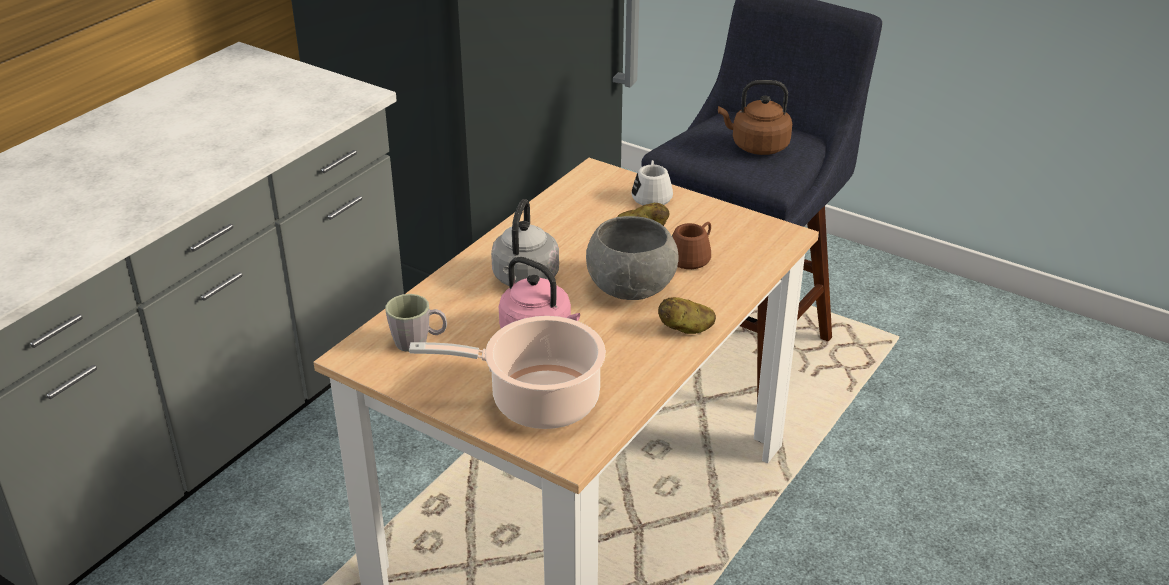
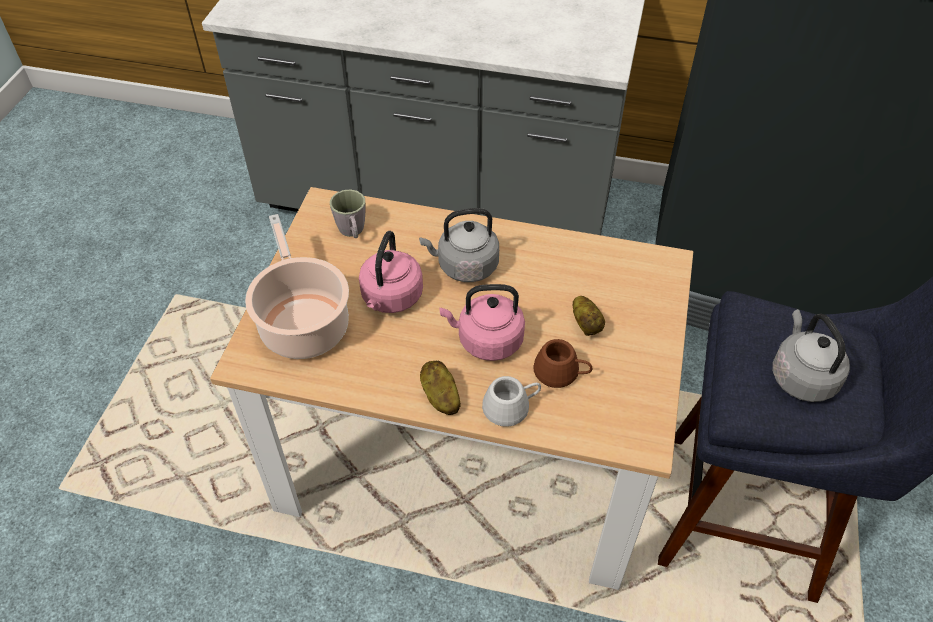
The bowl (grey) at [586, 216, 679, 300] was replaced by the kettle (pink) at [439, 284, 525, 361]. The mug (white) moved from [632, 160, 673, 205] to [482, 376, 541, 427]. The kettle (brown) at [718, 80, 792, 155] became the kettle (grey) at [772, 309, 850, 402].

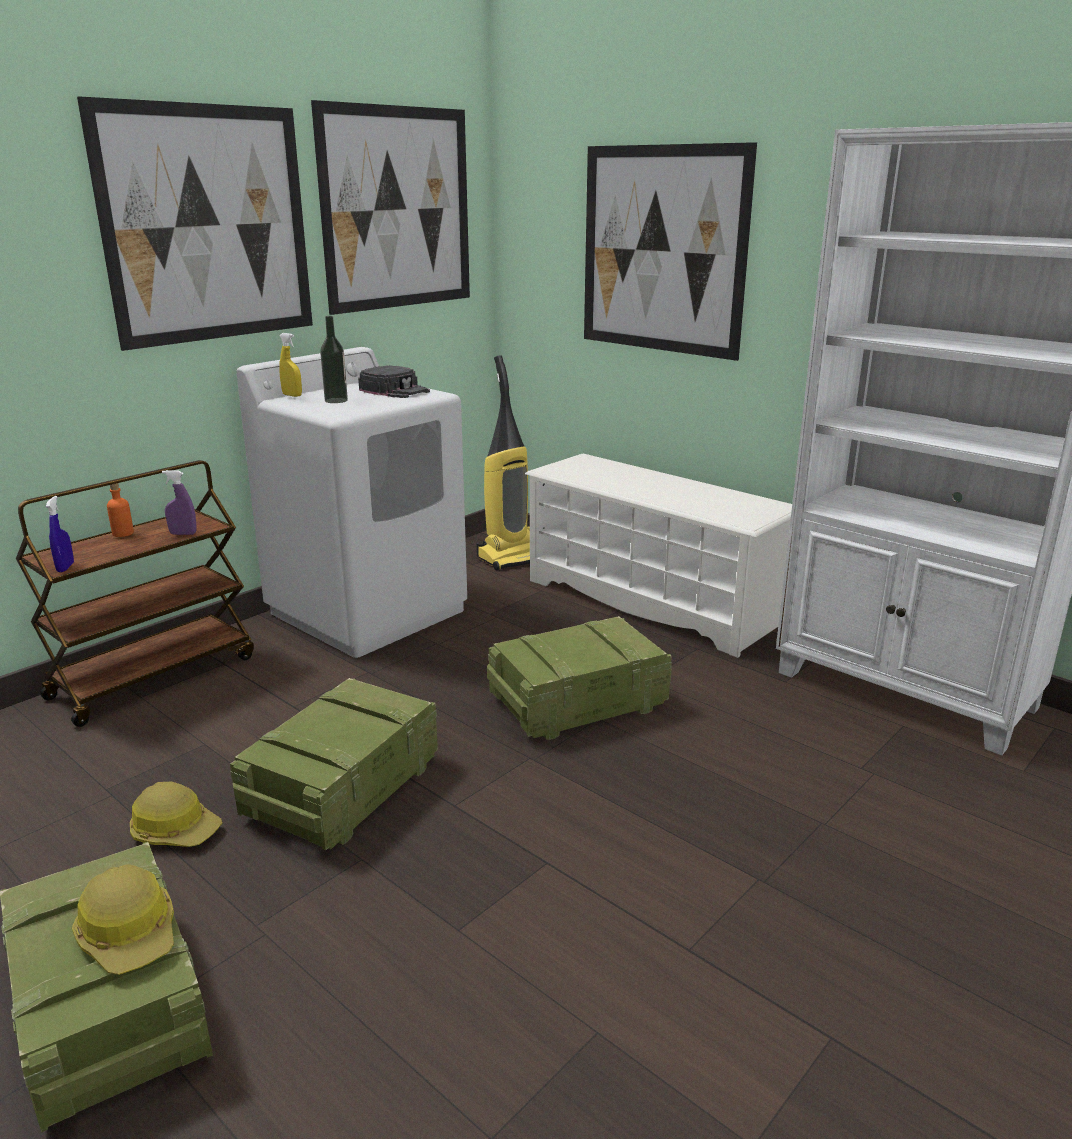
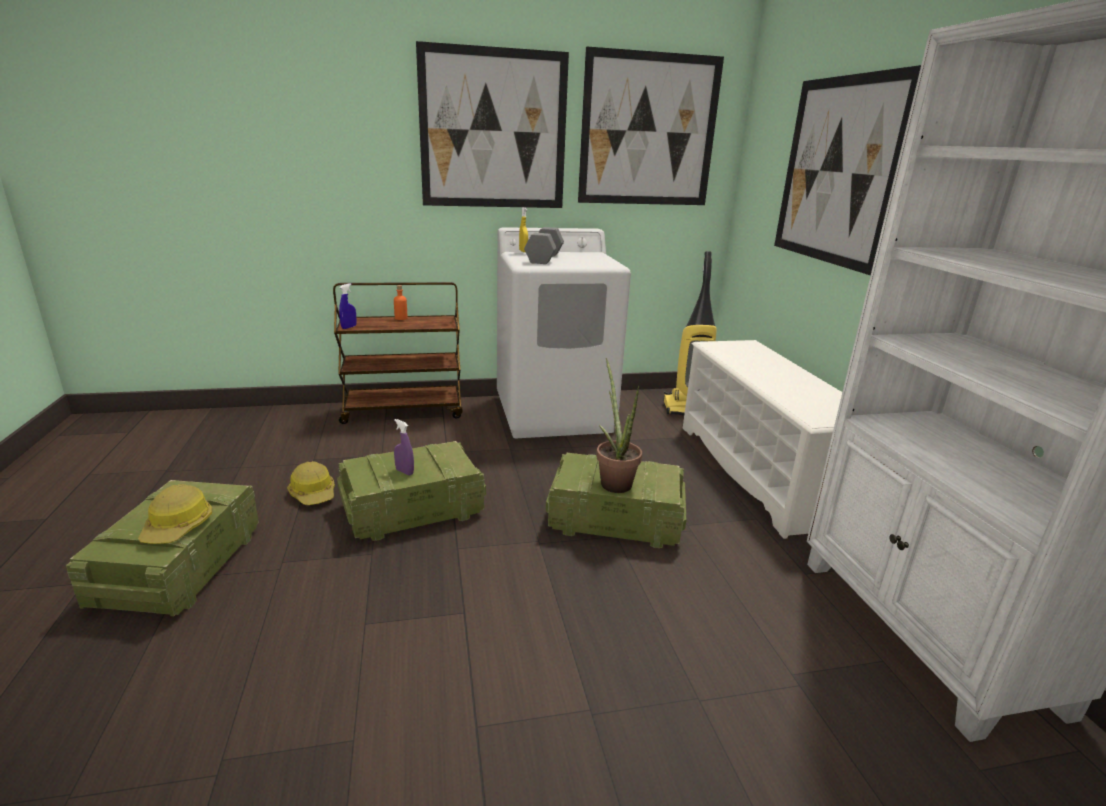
The spray bottle (purple) moved from [162, 470, 196, 535] to [394, 419, 414, 475]. The bottle at [320, 316, 348, 403] was replaced by the dumbbell (grey) at [524, 227, 564, 264]. The potted plant at [596, 358, 642, 493] appeared. The cap (black) at [358, 365, 430, 398] disappeared.

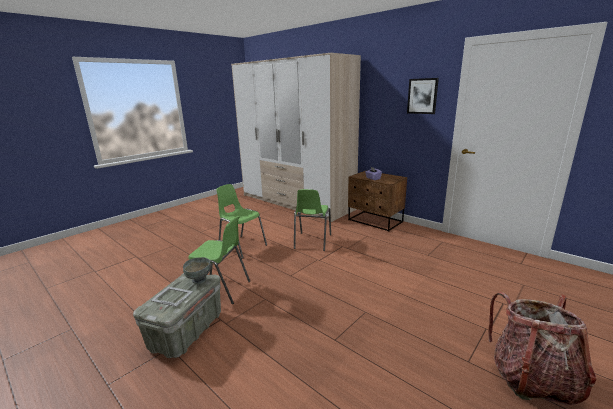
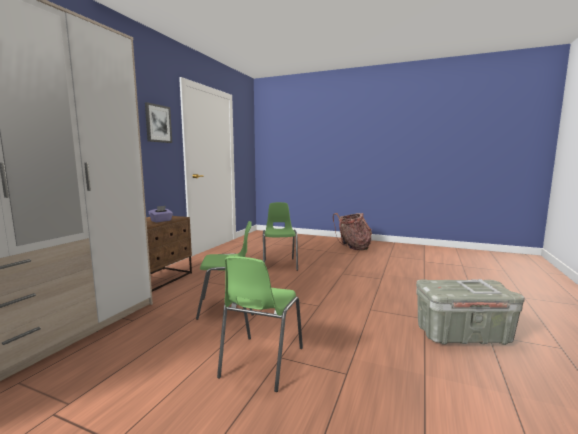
The chair (green) moved from [188, 216, 250, 304] to [263, 202, 298, 271]. The bowl (grey) at [183, 257, 211, 284] disappeared.

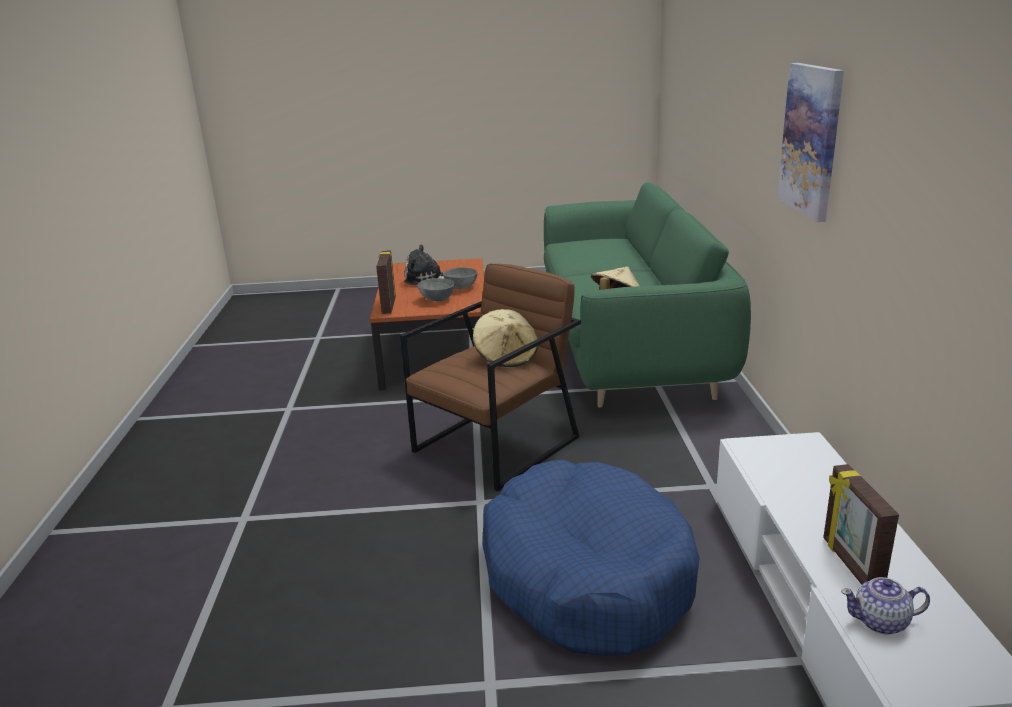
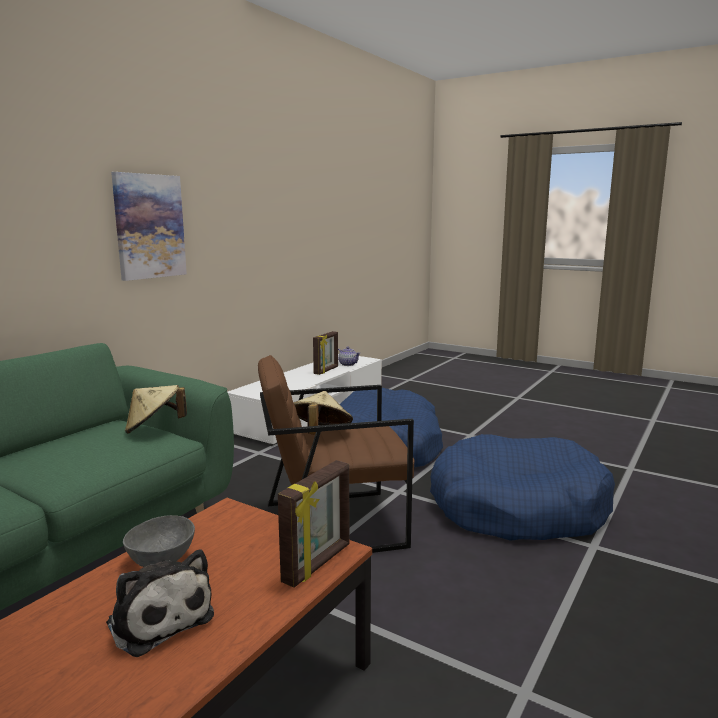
The dog bed (blue) at [430, 434, 615, 541] appeared. The bowl (grey) at [417, 278, 455, 301] disappeared.

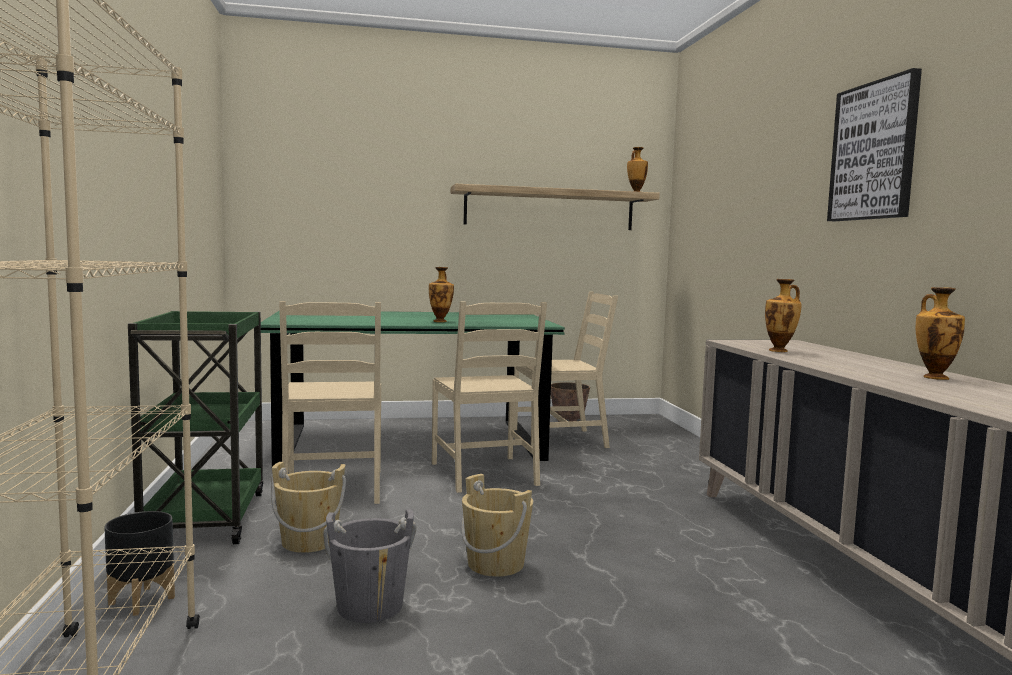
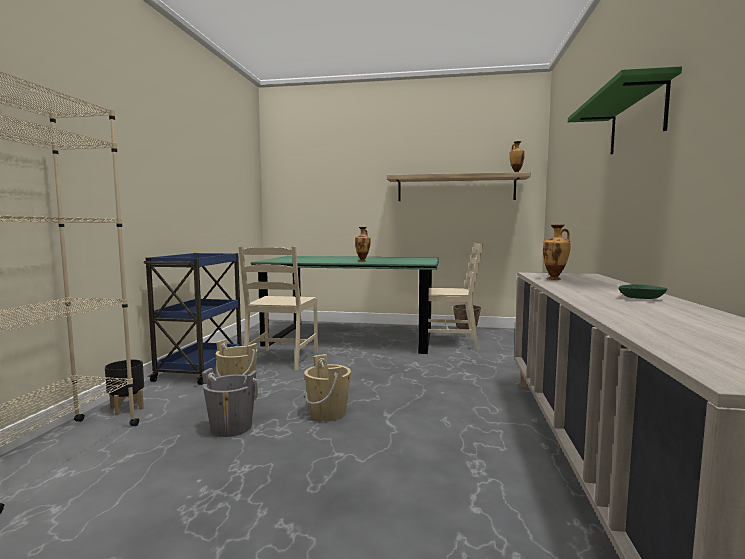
The cart (green) at [128, 311, 263, 544] became the cart (blue) at [144, 253, 242, 385]. The picture at [827, 68, 922, 221] was replaced by the shelf (green) at [568, 66, 682, 155]. The vase at [916, 287, 965, 380] was replaced by the bowl (green) at [618, 284, 667, 299]. The chair (beige) at [432, 302, 547, 493] disappeared.

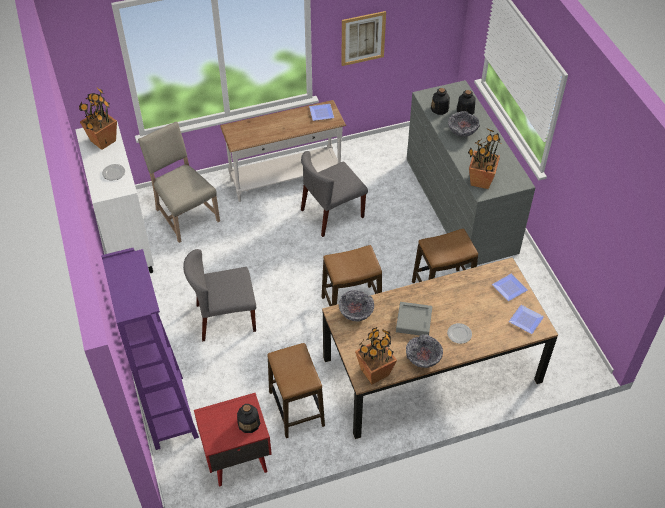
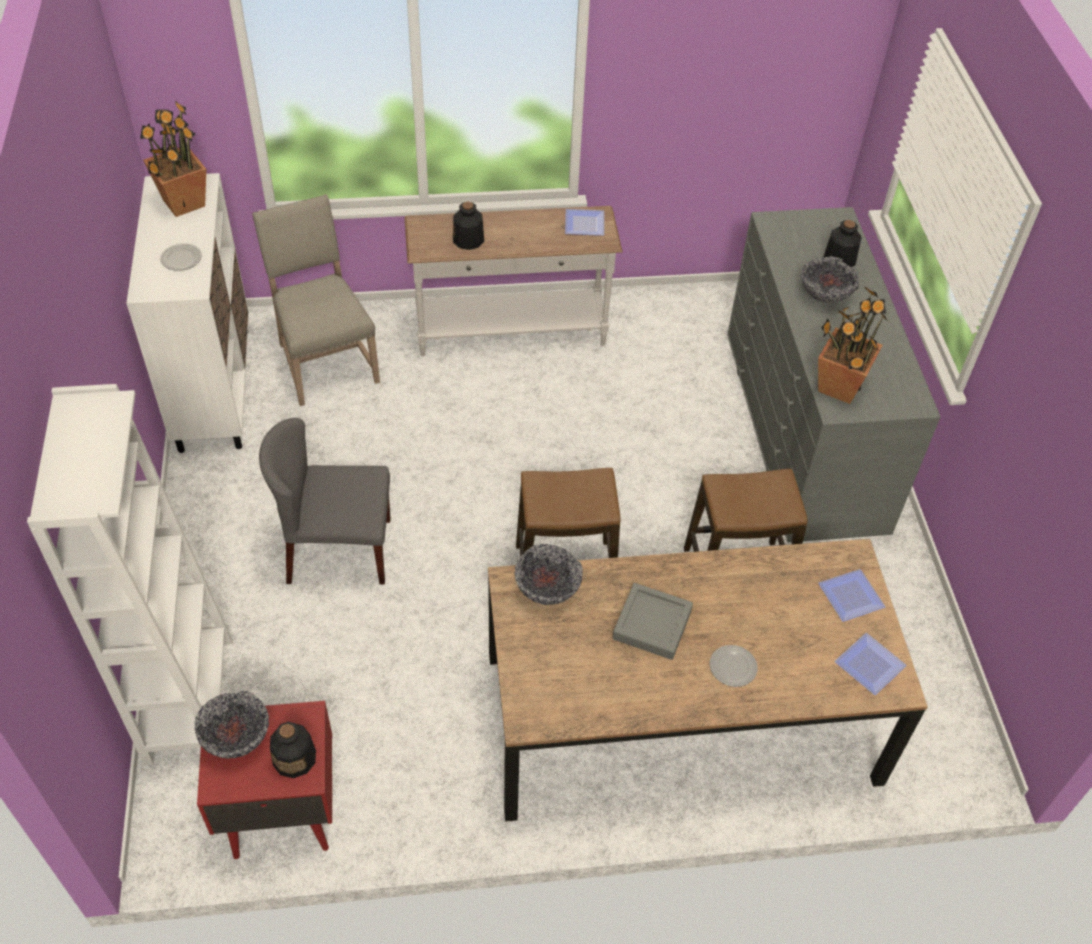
The bookcase (purple) at [101, 248, 199, 450] became the bookcase (white) at [27, 384, 233, 765]. The bowl moved from [406, 334, 443, 368] to [194, 690, 269, 759]. The bottle moved from [431, 88, 450, 115] to [453, 201, 484, 250]. The stool at [267, 343, 325, 438] disappeared. The chair (grey) at [301, 151, 368, 237] disappeared. The picture at [341, 11, 386, 66] disappeared. The potted plant at [355, 327, 397, 384] disappeared.

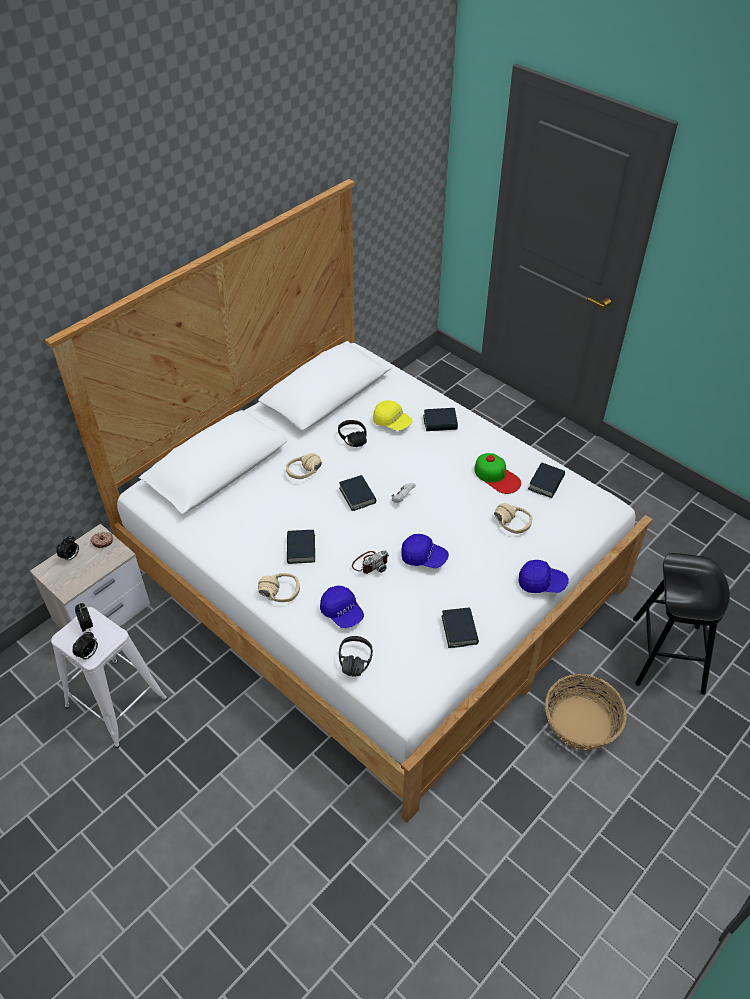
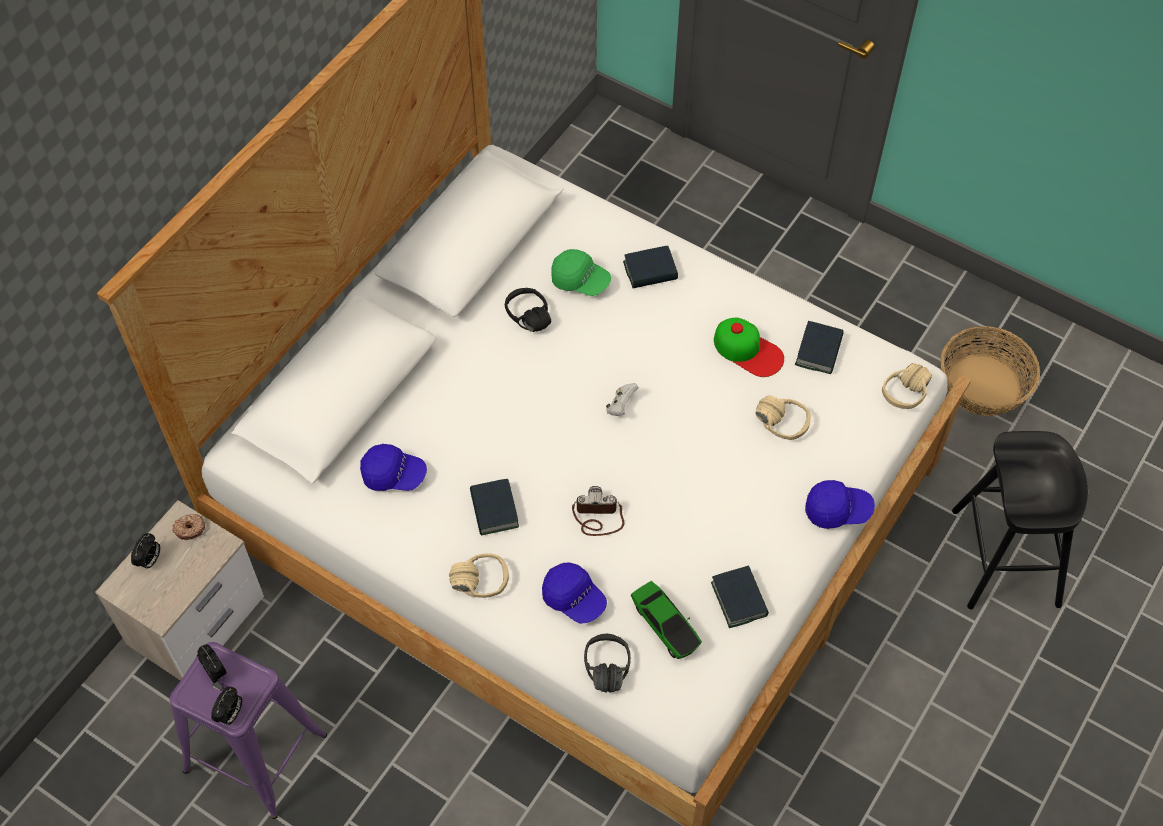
The stool (white) at [51, 607, 168, 748] became the stool (purple) at [170, 642, 327, 819]. The cap (blue) moved from [401, 534, 449, 568] to [360, 444, 427, 491]. The cap (yellow) at [373, 400, 412, 431] became the cap (green) at [552, 249, 611, 296]. The photo camera at [352, 550, 389, 574] turned 135 degrees counterclockwise. The toy car at [631, 581, 702, 659] appeared. The headphones (beige) moved from [286, 453, 322, 479] to [882, 363, 932, 409]. The basket moved from [545, 674, 627, 750] to [940, 326, 1040, 416]. The book at [339, 475, 376, 511] disappeared.

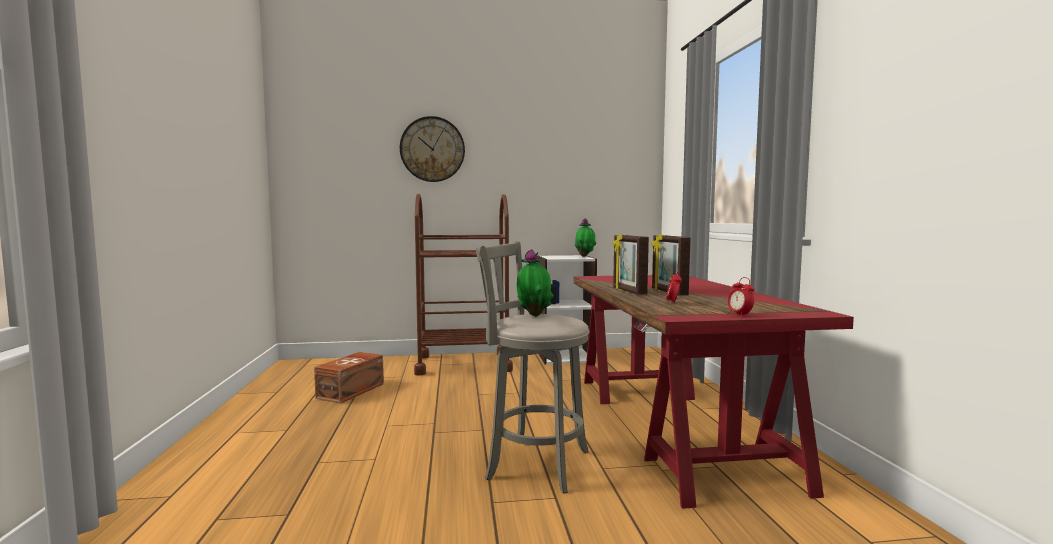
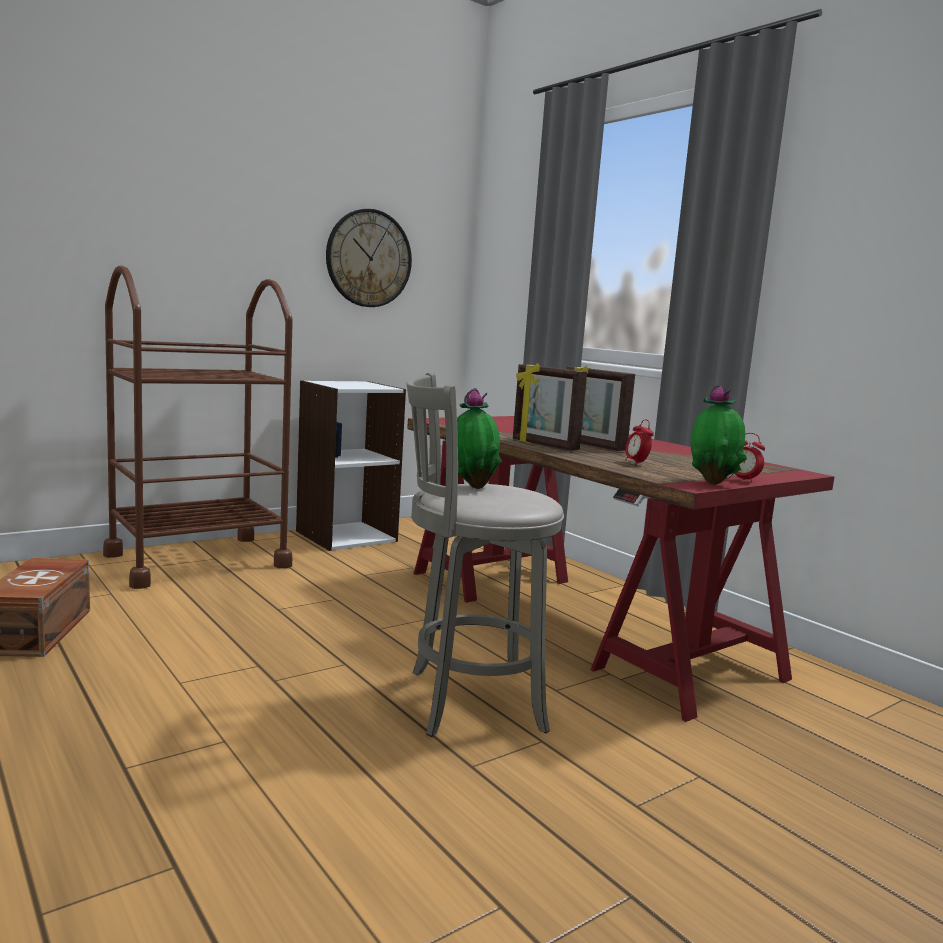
The wall clock moved from [400, 116, 465, 182] to [326, 209, 412, 307]. The potted plant moved from [574, 219, 596, 257] to [691, 384, 747, 484].

